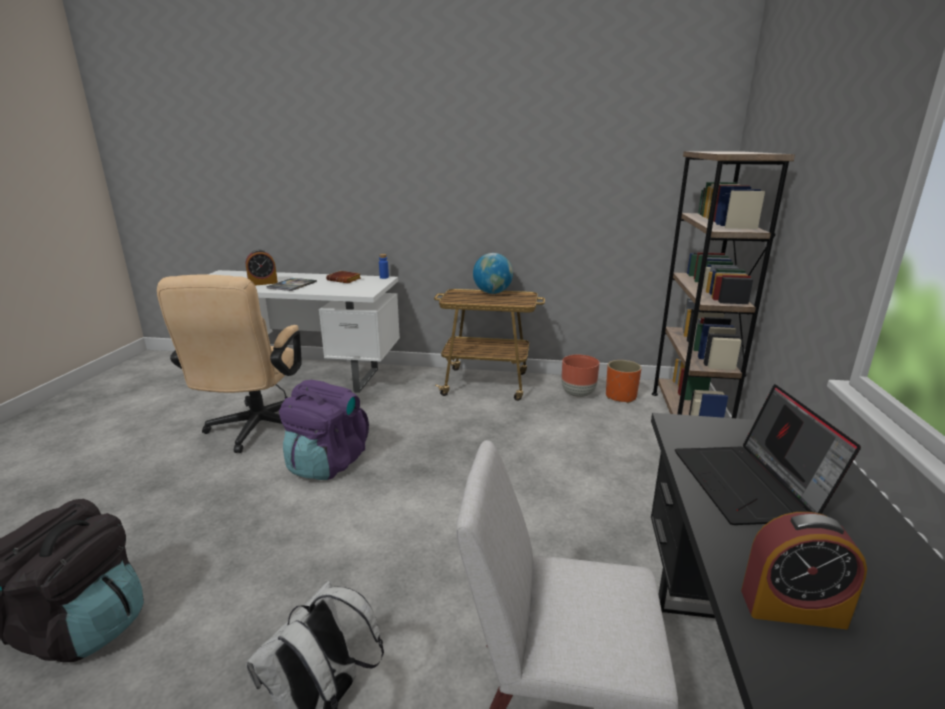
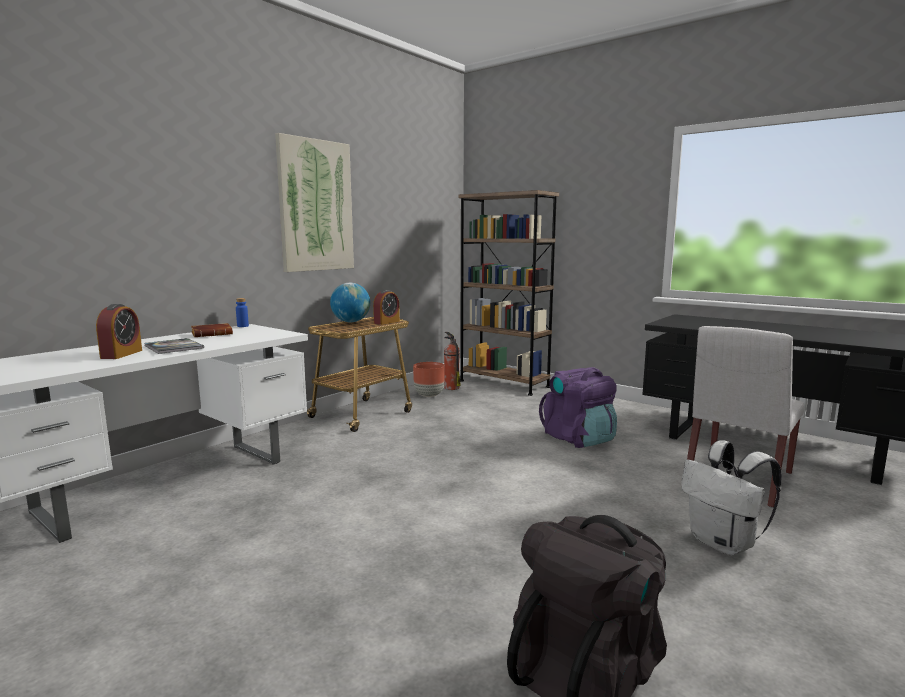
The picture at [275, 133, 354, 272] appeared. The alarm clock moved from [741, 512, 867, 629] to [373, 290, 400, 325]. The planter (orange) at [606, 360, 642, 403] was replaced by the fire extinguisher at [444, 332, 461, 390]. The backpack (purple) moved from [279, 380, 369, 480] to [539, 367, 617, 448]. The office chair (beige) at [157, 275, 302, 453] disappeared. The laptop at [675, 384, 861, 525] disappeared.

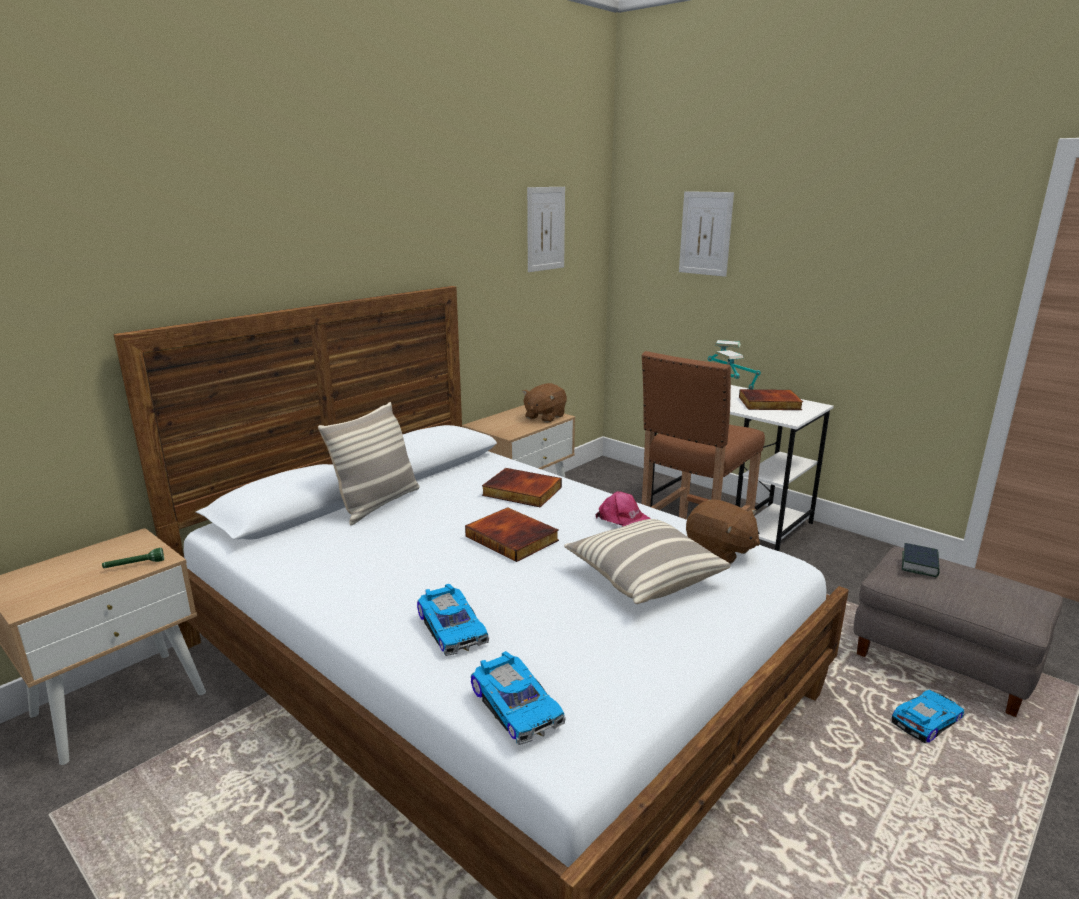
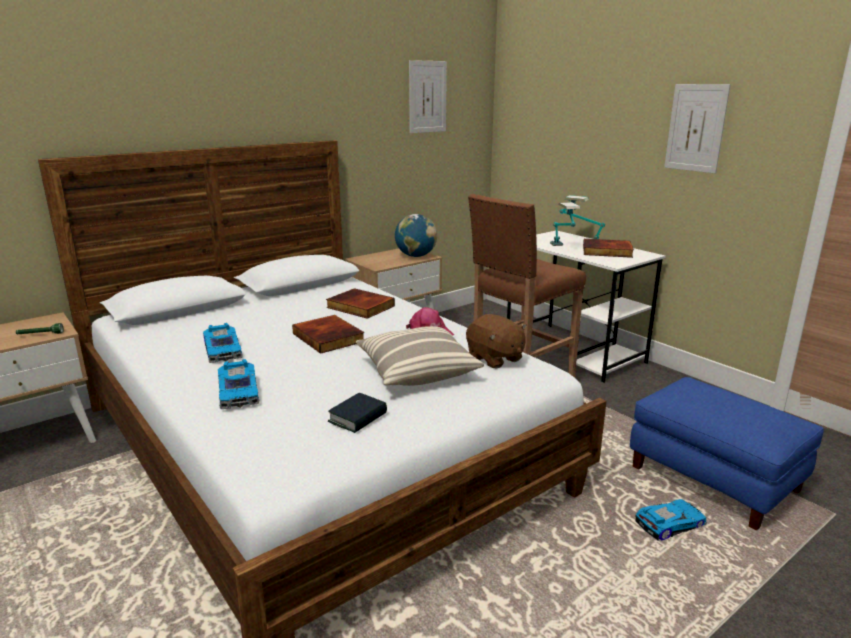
The toy car moved from [471, 651, 566, 745] to [203, 323, 243, 363]. The book moved from [902, 543, 940, 578] to [328, 393, 387, 433]. The plush toy (brown) at [522, 383, 567, 423] was replaced by the globe at [395, 214, 437, 257]. The ottoman (grey) at [854, 546, 1063, 717] became the ottoman (blue) at [630, 377, 824, 530]. The picture moved from [679, 191, 734, 277] to [664, 84, 731, 173]. The pillow at [318, 402, 420, 525] disappeared.

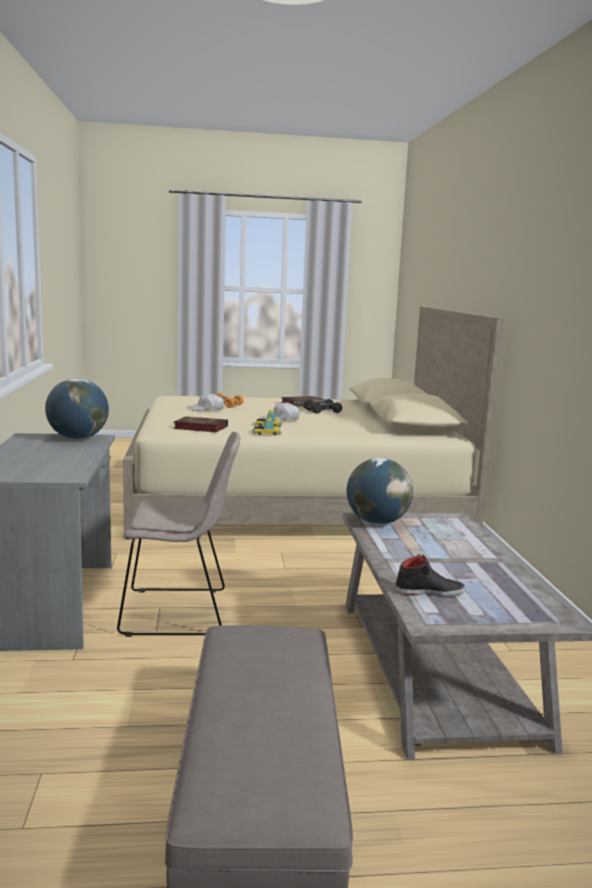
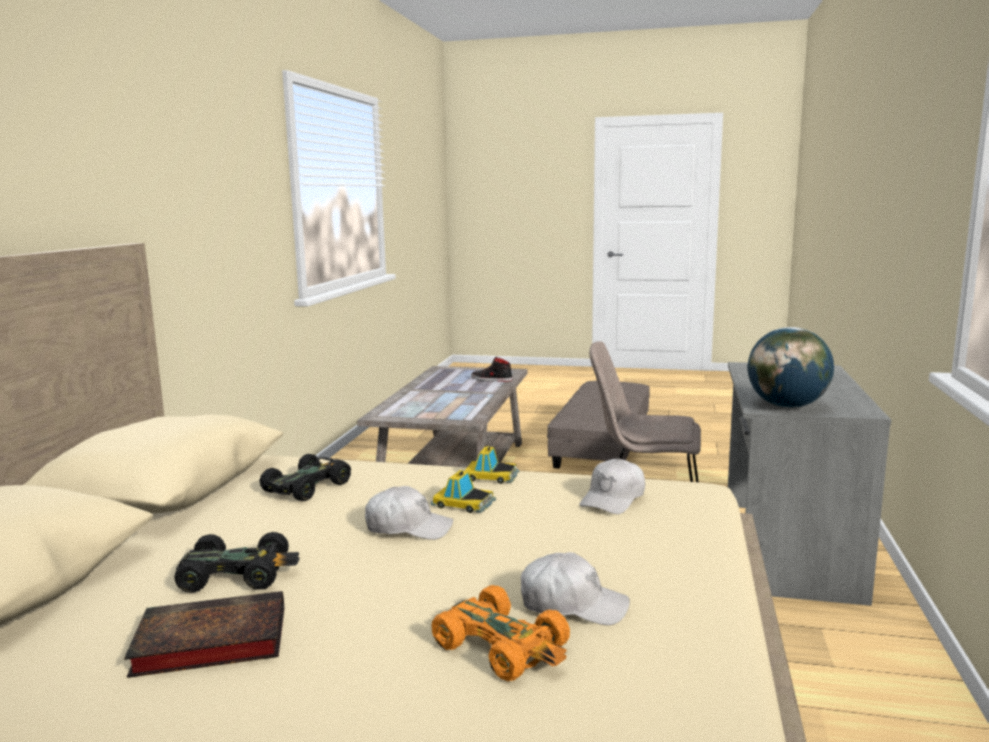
The toy car (black) at [259, 454, 351, 501] appeared. The book at [173, 416, 228, 432] was replaced by the cap (white) at [579, 458, 645, 514]. The globe at [347, 458, 413, 524] disappeared.

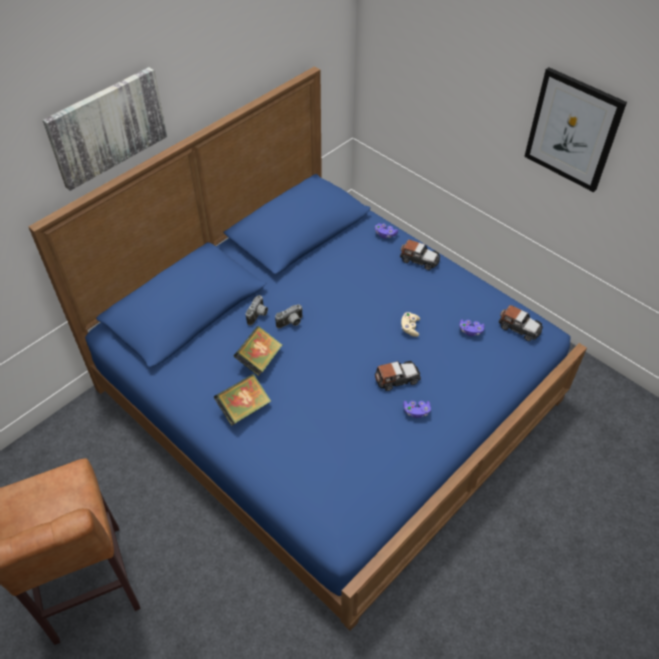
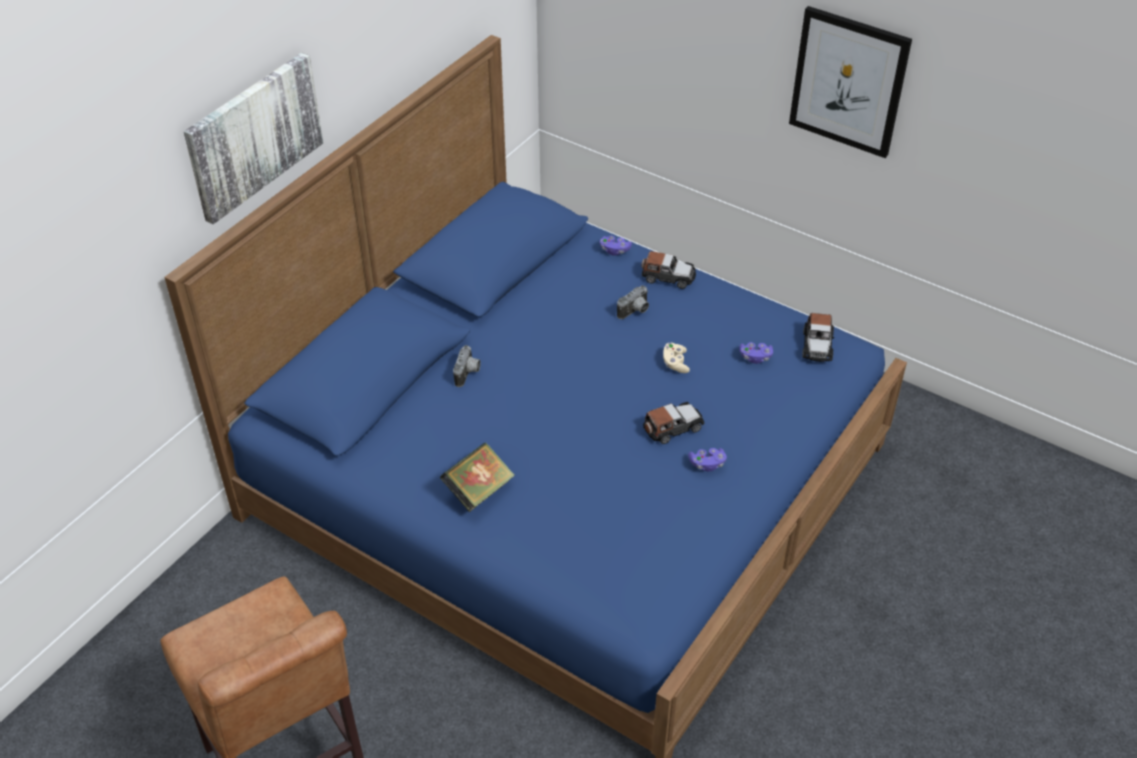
The photo camera moved from [275, 304, 303, 328] to [617, 285, 649, 319]. The toy car at [499, 305, 543, 341] turned 75 degrees clockwise. The book at [234, 326, 282, 376] disappeared.

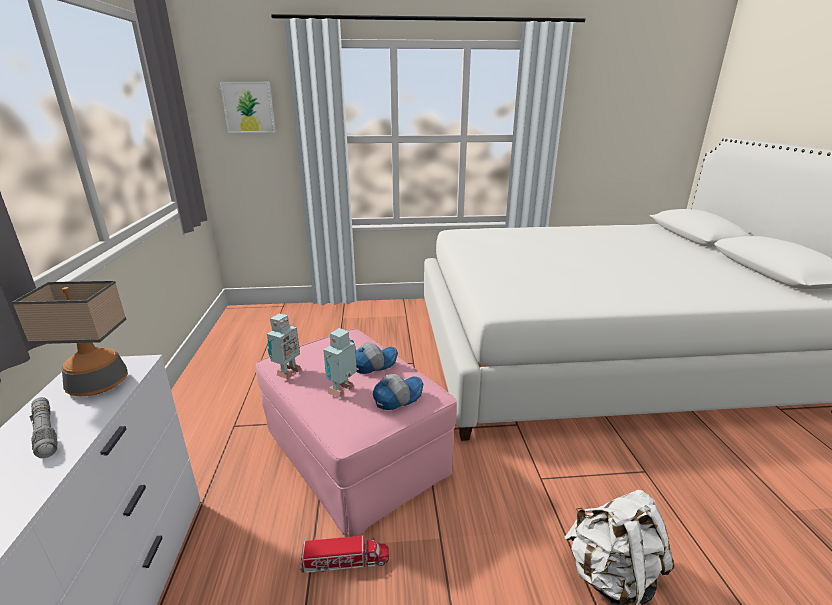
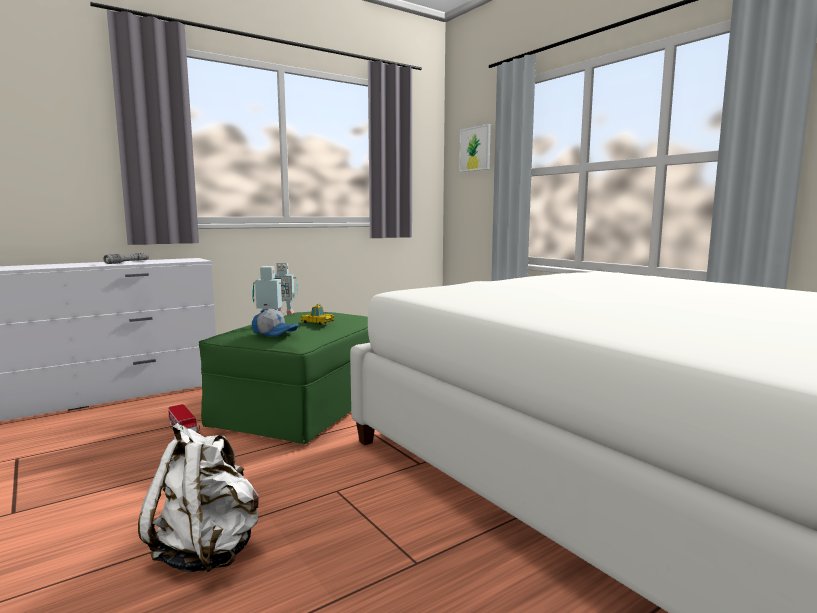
The ottoman (pink) at [256, 329, 457, 537] became the ottoman (green) at [199, 312, 370, 444]. The cap at [356, 343, 398, 374] was replaced by the toy car at [301, 304, 334, 325]. The table lamp at [12, 281, 128, 396] disappeared.

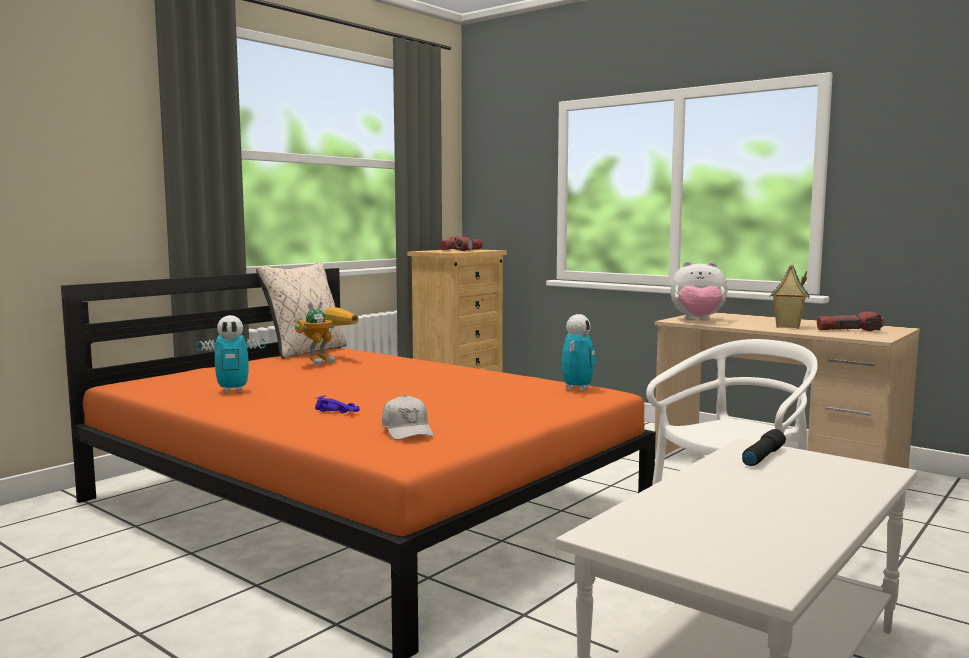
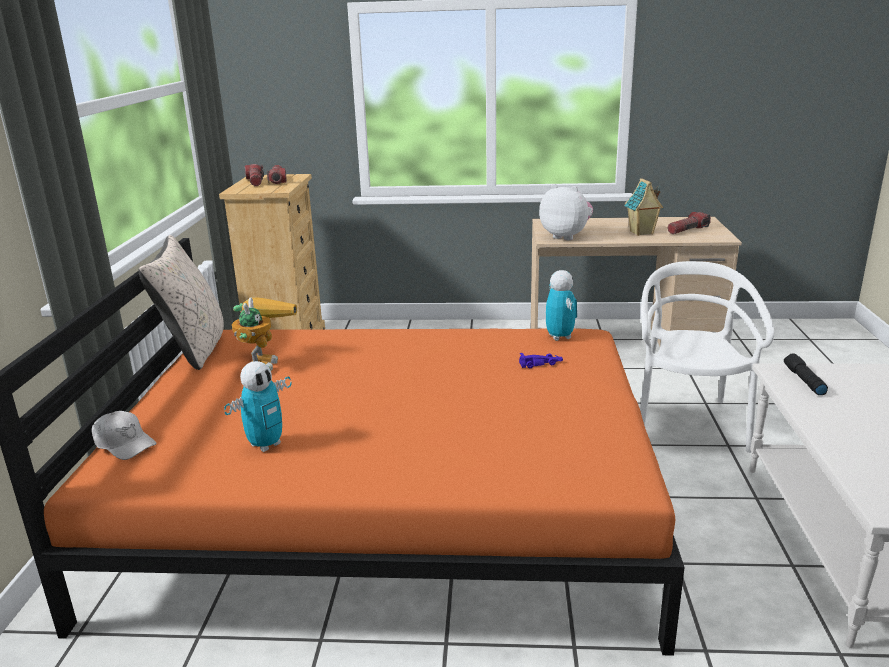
The cap (white) moved from [382, 395, 434, 440] to [92, 411, 157, 460]. The toy car (purple) moved from [315, 395, 360, 414] to [519, 353, 563, 368]. The plush toy at [670, 261, 728, 321] turned 120 degrees counterclockwise.

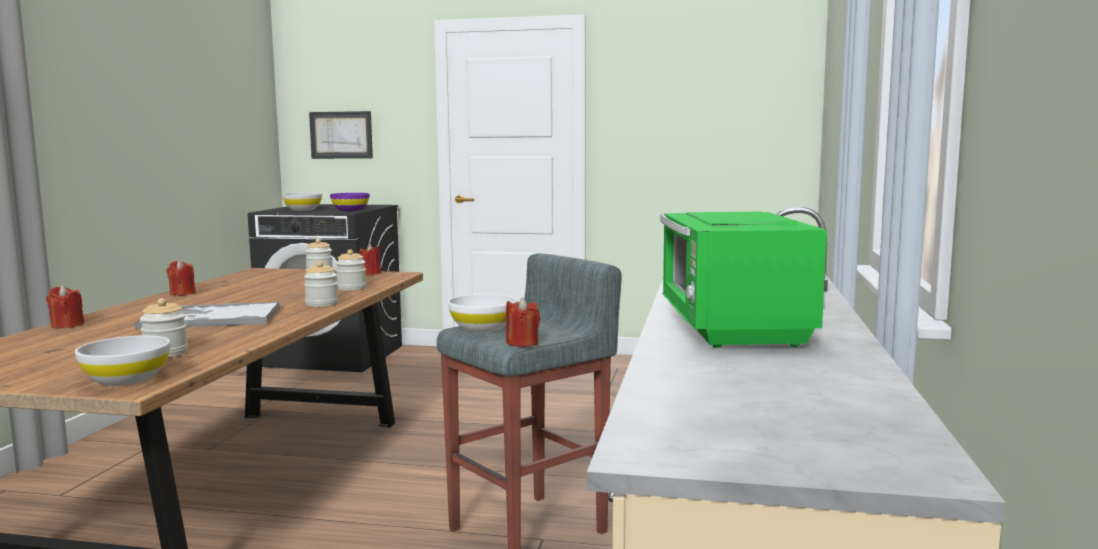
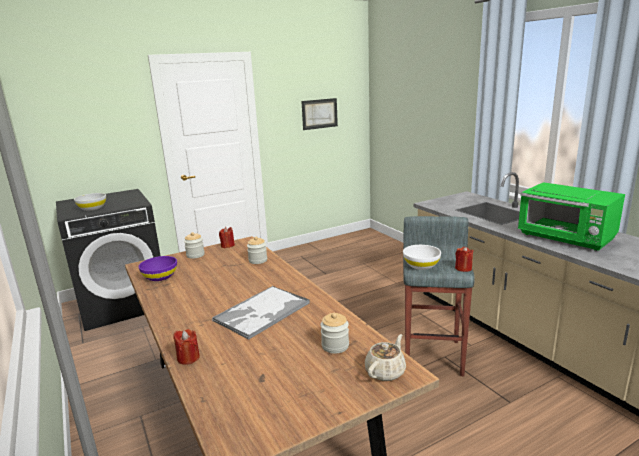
The bowl (purple) moved from [330, 193, 370, 211] to [138, 256, 177, 281]. The picture moved from [309, 111, 373, 159] to [301, 98, 338, 130]. The bowl (white) at [75, 335, 170, 386] was replaced by the teapot (beige) at [365, 334, 406, 381]. The candle (red) at [167, 260, 196, 296] disappeared. The jar at [304, 261, 338, 307] disappeared.

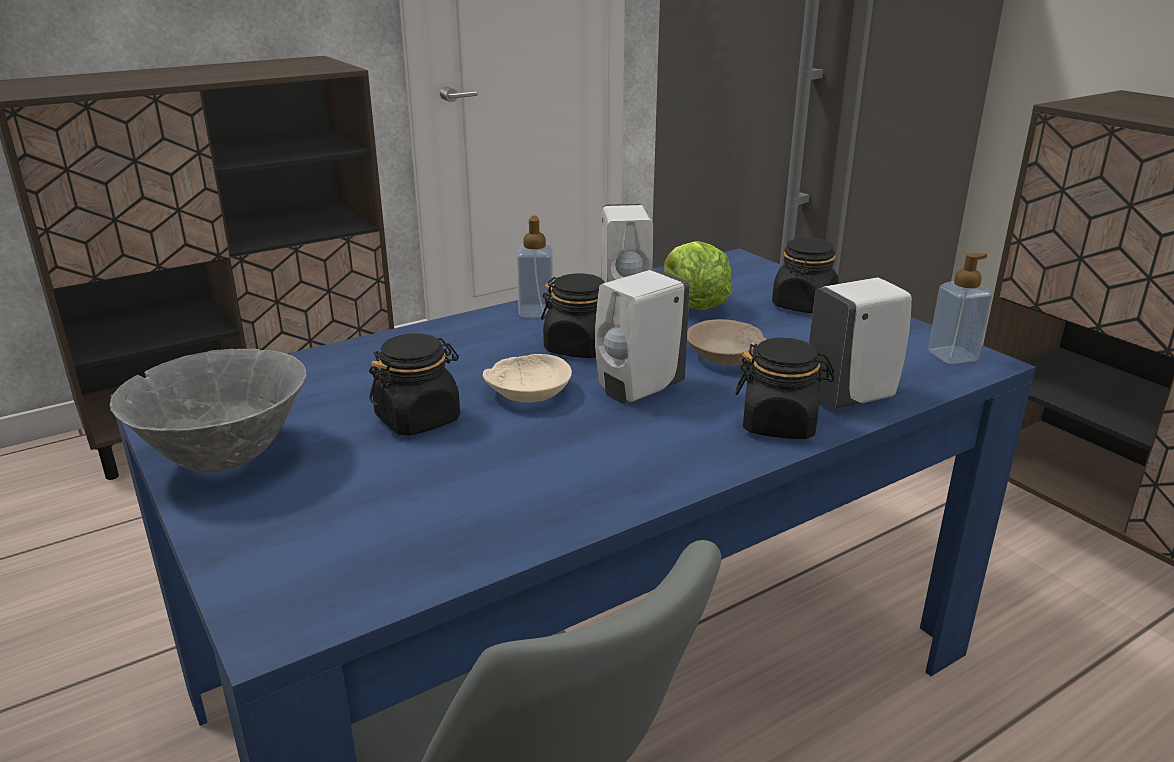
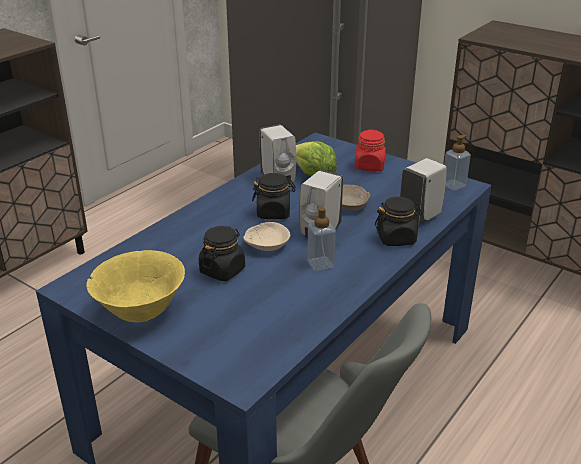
The bowl (grey) at [110, 349, 306, 473] became the bowl (yellow) at [86, 250, 185, 323]. The soap dispenser moved from [517, 216, 554, 317] to [307, 205, 336, 271]. The jar (black) at [772, 237, 838, 313] became the jar (red) at [355, 129, 386, 171].

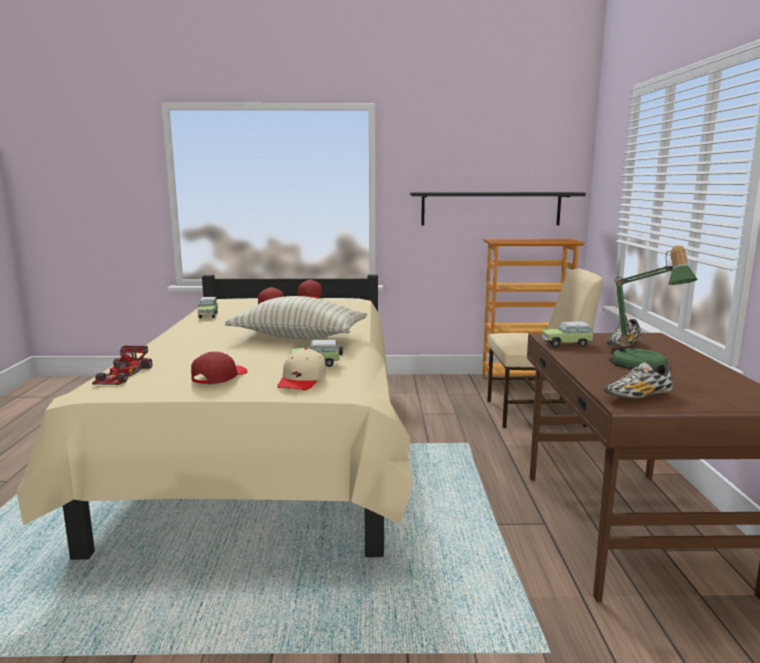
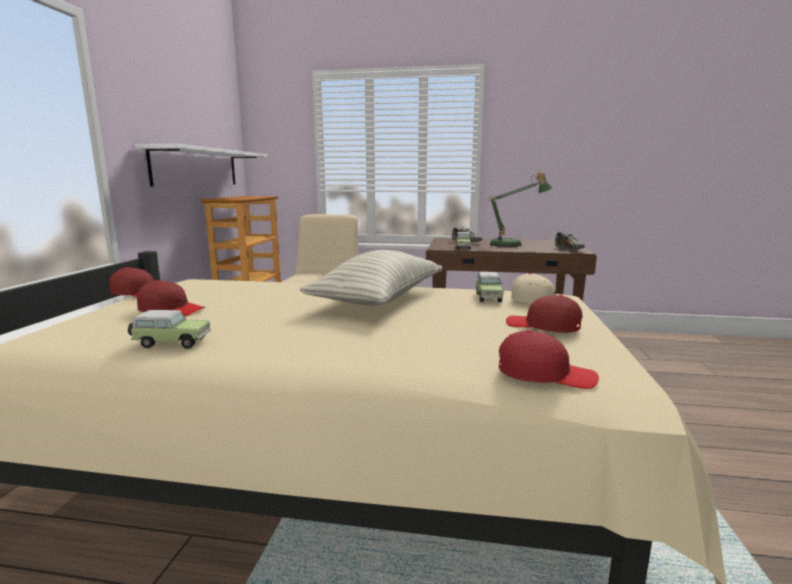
The shelf (black) at [410, 192, 586, 225] became the shelf (white) at [135, 144, 267, 187]. The toy car at [92, 346, 153, 385] was replaced by the cap (red) at [499, 330, 599, 389].

